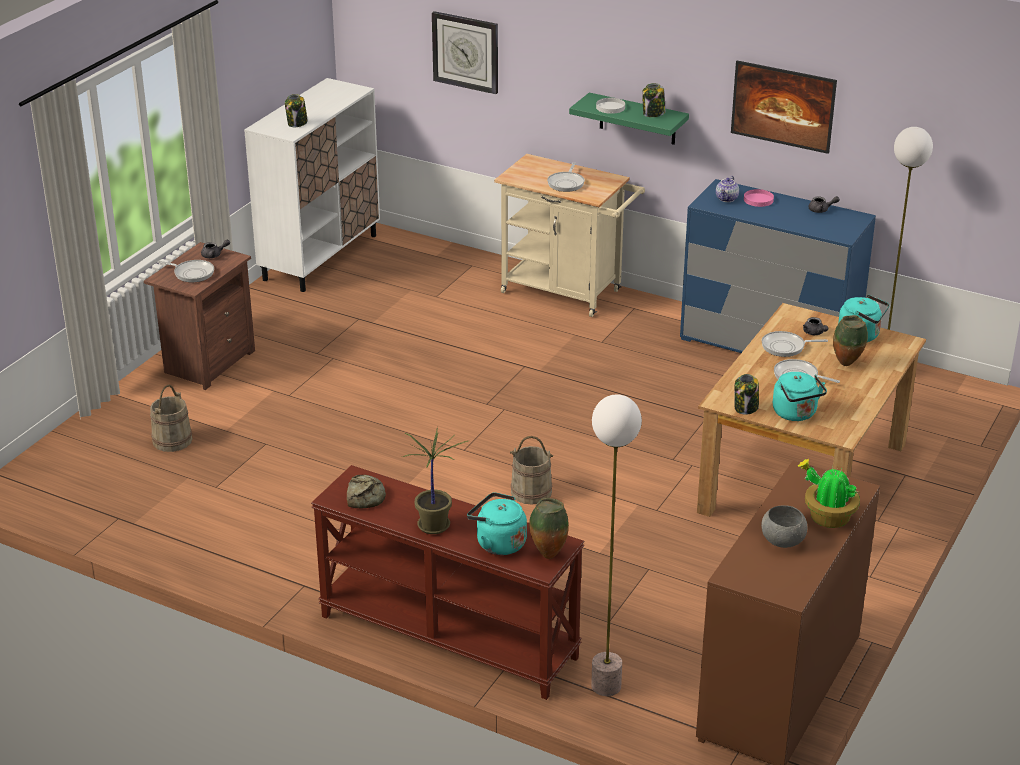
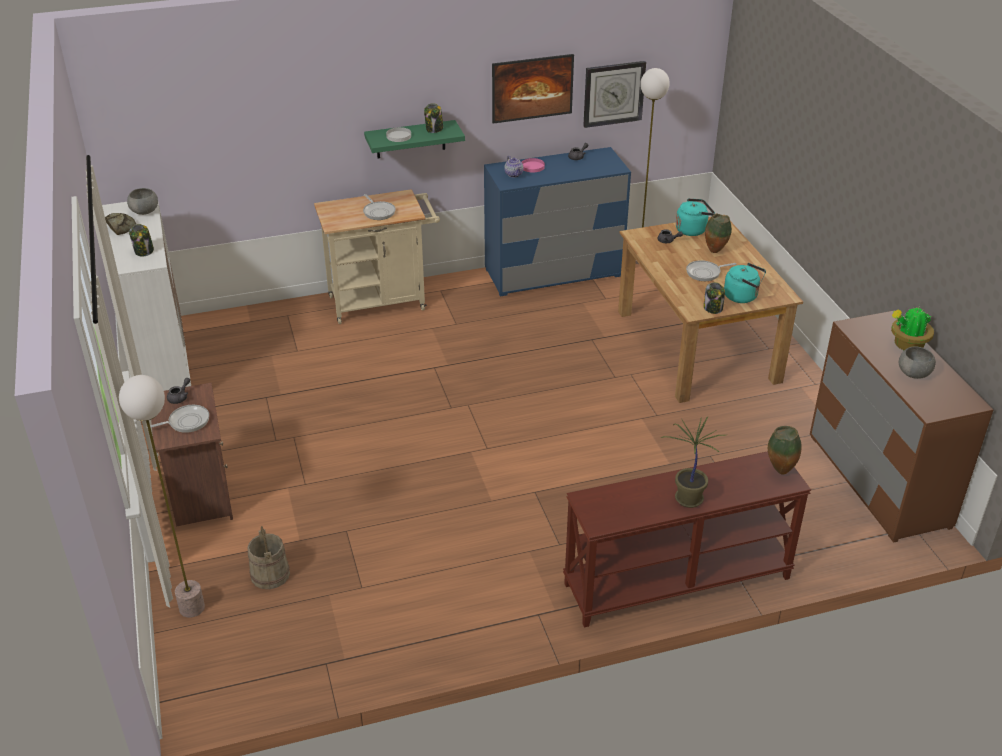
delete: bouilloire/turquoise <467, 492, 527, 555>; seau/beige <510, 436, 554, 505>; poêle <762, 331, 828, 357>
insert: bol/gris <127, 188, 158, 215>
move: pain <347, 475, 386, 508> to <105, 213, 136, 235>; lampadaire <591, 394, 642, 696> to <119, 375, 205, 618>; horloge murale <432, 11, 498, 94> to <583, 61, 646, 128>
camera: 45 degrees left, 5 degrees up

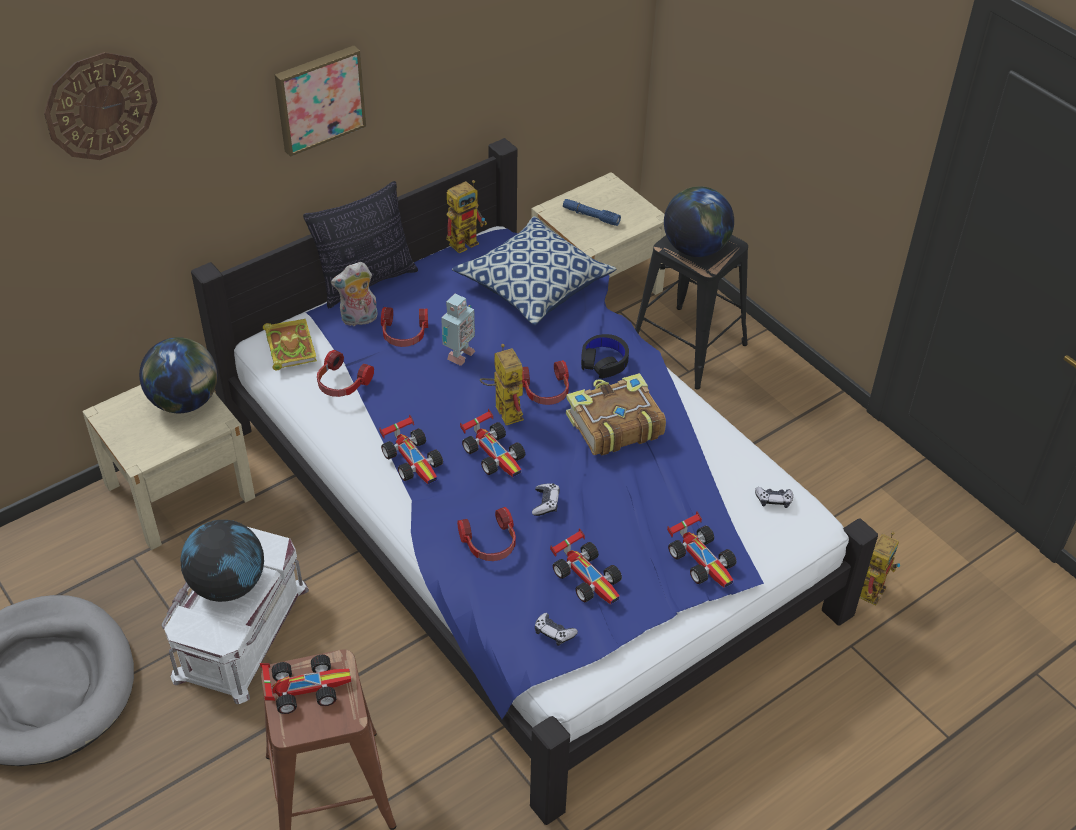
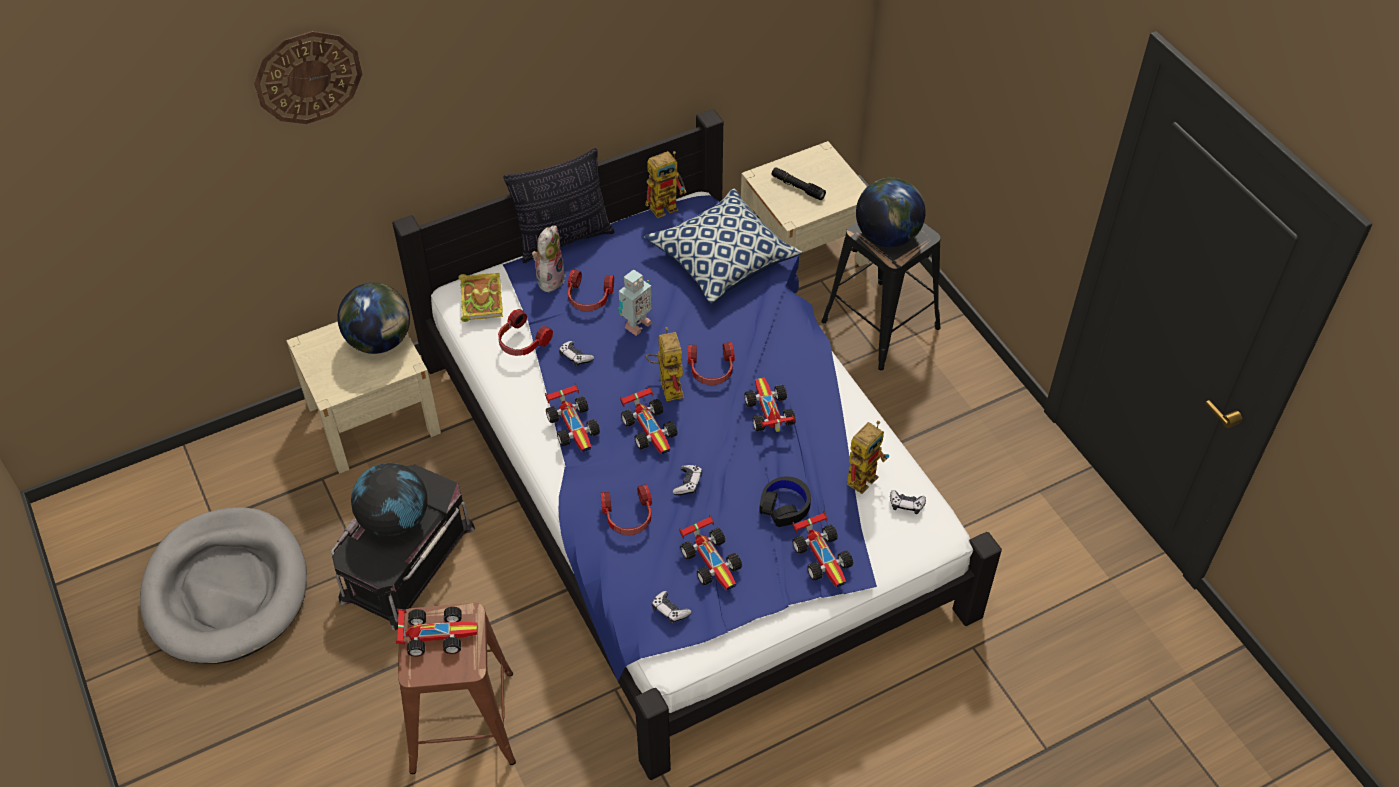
delete: tableau <275, 46, 366, 157>
insert: manette <559, 341, 594, 367>
move: casque audio/noir <581, 334, 629, 379> to <759, 477, 811, 527>; robot jouet <860, 531, 900, 605> to <847, 421, 889, 494>
replace: livre <566, 373, 666, 455> to petite voiture <744, 377, 796, 432>
recolor: boîte de rangement/blanc <162, 527, 309, 704> to boîte de rangement/noir <331, 464, 475, 630>; lampe de poche/bleu <563, 199, 621, 226> to lampe de poche/noir <772, 167, 826, 200>
rotate: peluche <331, 262, 378, 326> = <532, 225, 566, 292> 120 degrees clockwise
camera: 10 degrees right, 5 degrees up

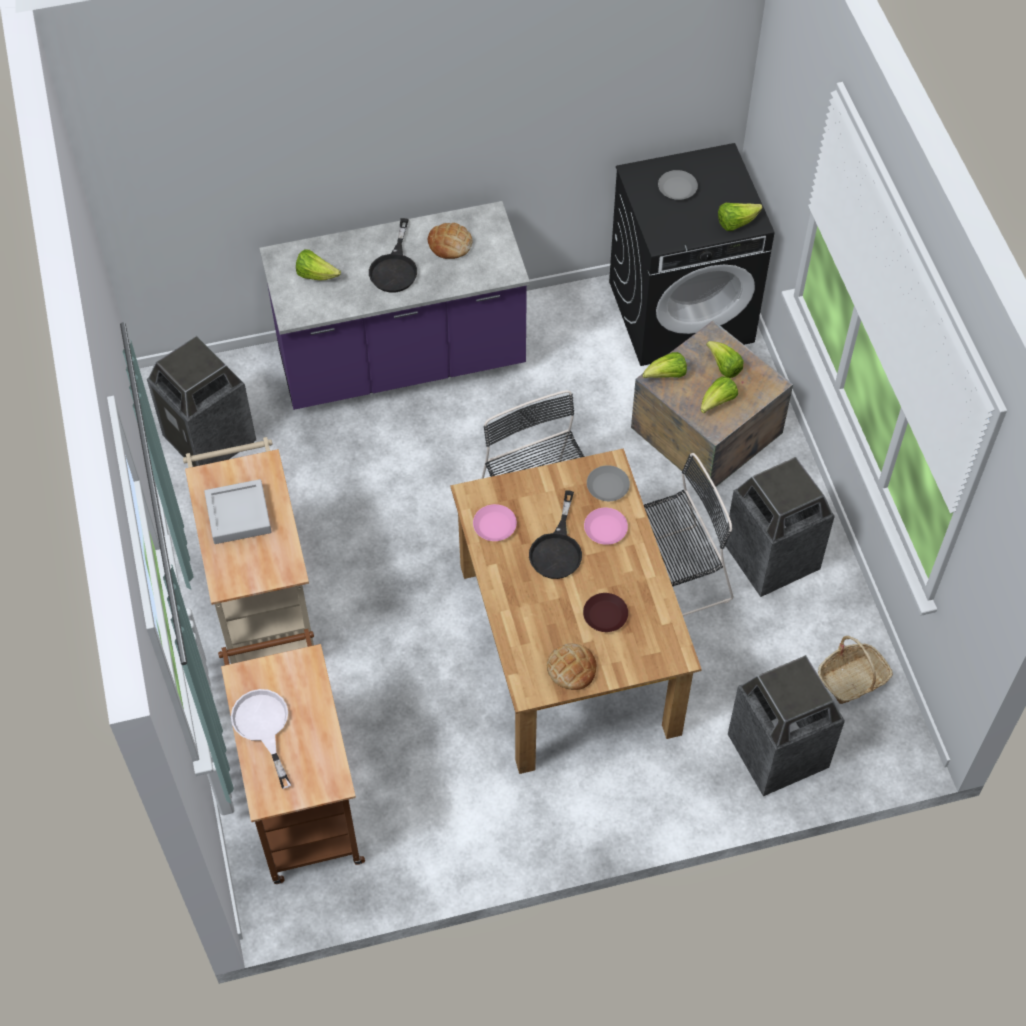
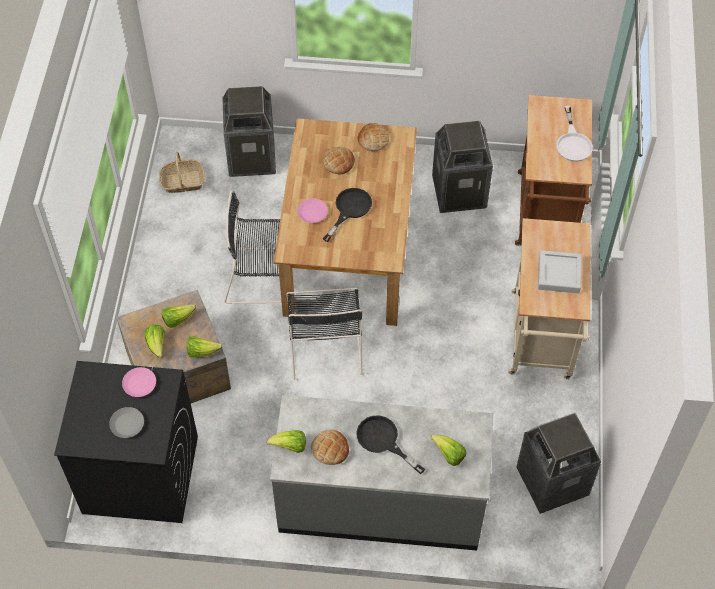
delete: assiette/gris <587, 465, 630, 501>
move: assiette/rose <473, 504, 517, 541> to <122, 367, 156, 397>; laitue <718, 203, 762, 231> to <266, 430, 306, 453>; poubelle <725, 457, 835, 597> to <432, 121, 493, 213>
replace: assiette/marron <583, 593, 628, 632> to pain <323, 147, 355, 174>
recolor: comptoir de cuisine/violet <259, 201, 530, 410> to comptoir de cuisine/gris <270, 395, 493, 551>
rotate: poêle/noir <369, 218, 417, 292> = <356, 415, 425, 474> 75 degrees counterclockwise
camera: 160 degrees left, 0 degrees up

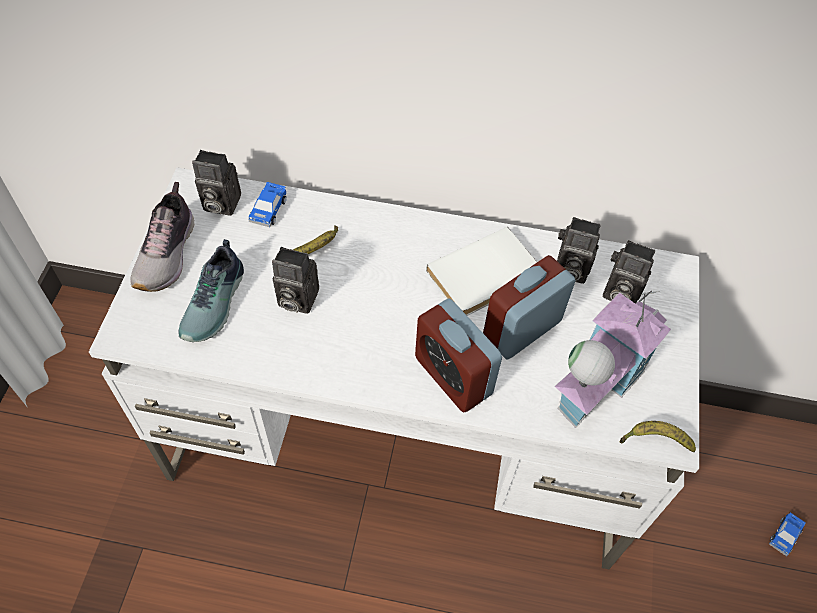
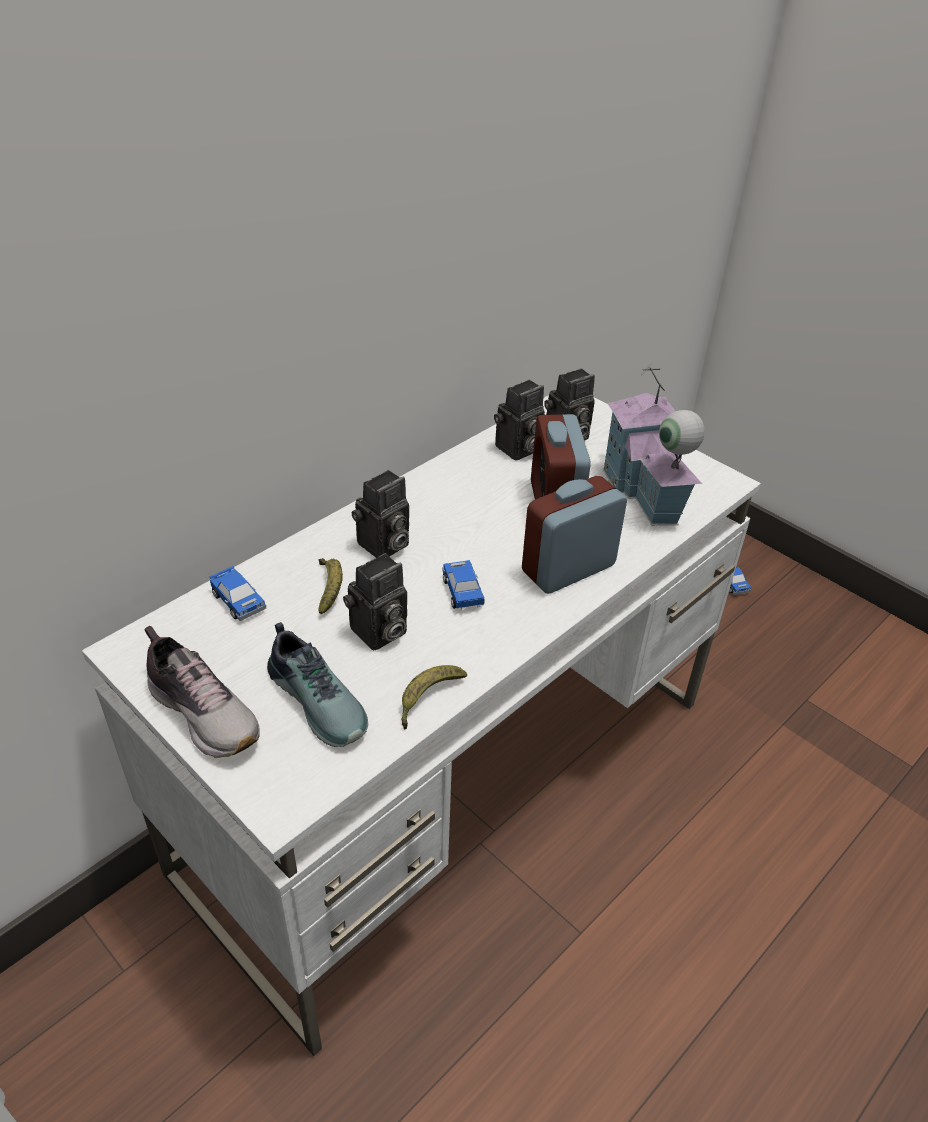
delete: livre/blanc <426, 227, 537, 316>
insert: petite voiture <443, 560, 485, 610>
move: appareil photo <192, 150, 241, 216> to <351, 470, 409, 558>; banane <620, 421, 696, 452> to <401, 665, 467, 729>
rotate: réveil <415, 298, 502, 412> = <522, 476, 627, 594> 150 degrees clockwise
camera: 55 degrees left, 15 degrees down

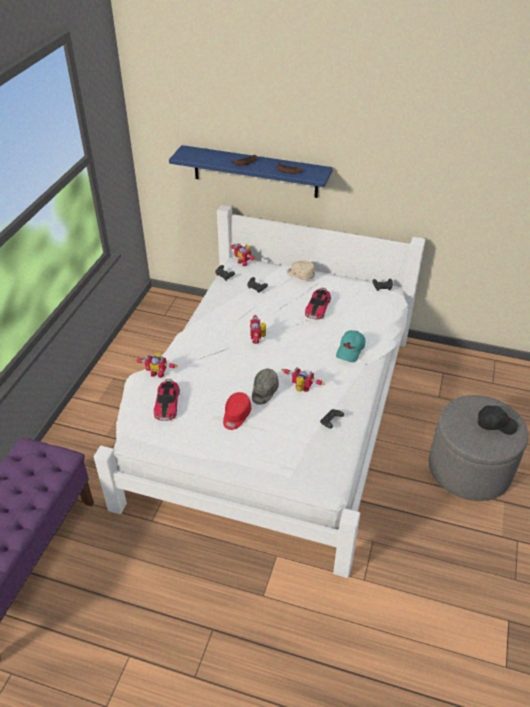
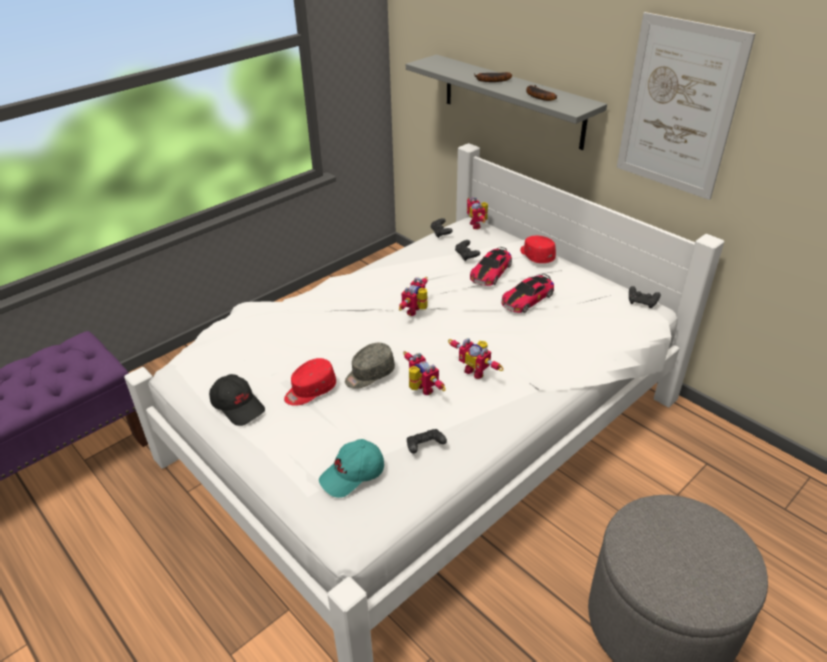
insert: tableau <617, 12, 756, 200>
move: casquette/noir <477, 406, 518, 435> to <209, 374, 265, 426>; casquette/turquoise <336, 330, 365, 362> to <319, 439, 384, 498>; robot jouet <134, 353, 178, 378> to <448, 338, 504, 379>; petite voiture <154, 379, 180, 421> to <470, 247, 512, 286>
recolor: étagère/bleu <169, 145, 333, 198> to étagère/gris <406, 54, 607, 150>; casquette/beige <287, 260, 315, 280> to casquette/rouge <520, 236, 556, 263>
camera: 30 degrees right, 5 degrees down

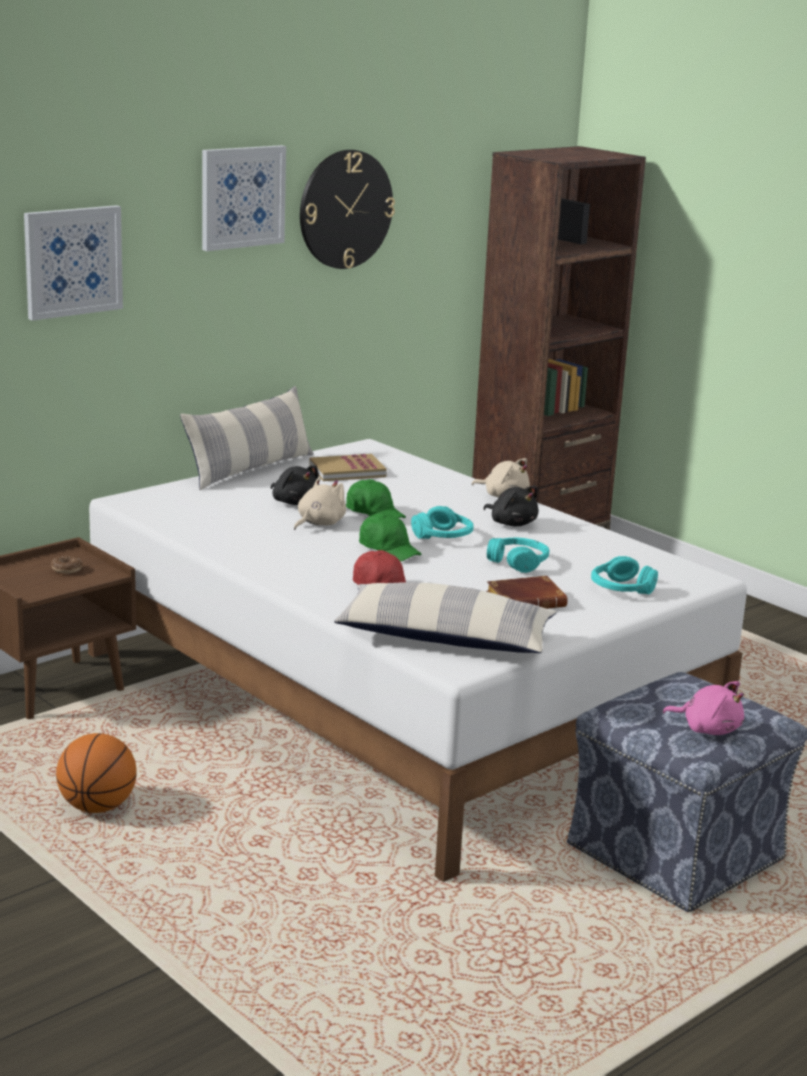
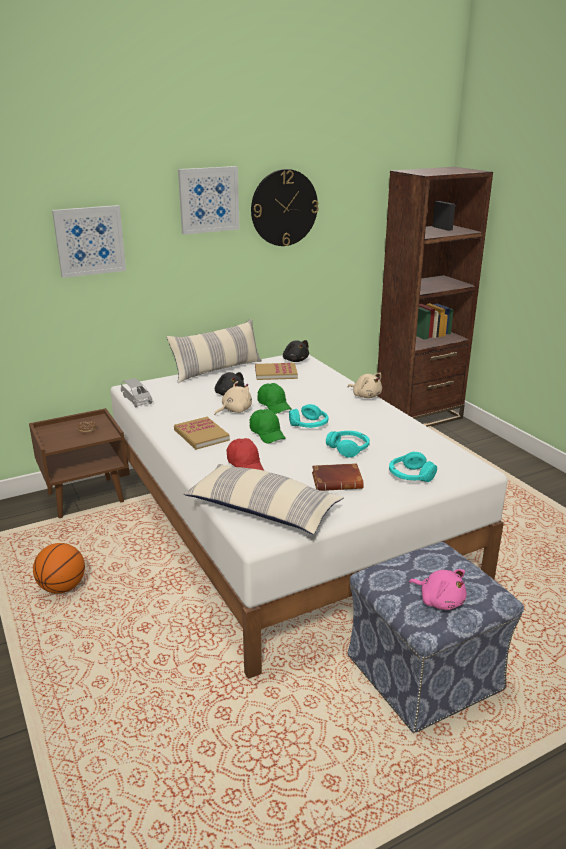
insert: petite voiture/gris <121, 378, 153, 407>; livre <174, 417, 230, 450>
move: peluche/noir <483, 486, 539, 526> to <283, 340, 309, 362>
camera: 15 degrees right, 5 degrees up

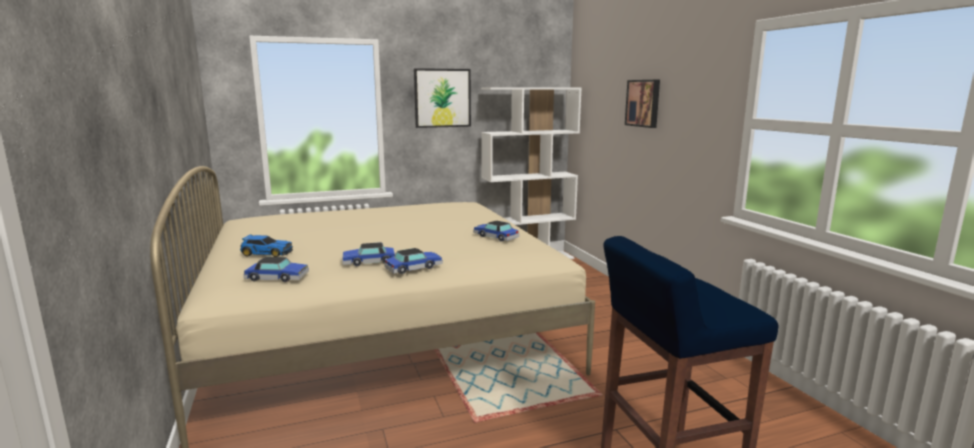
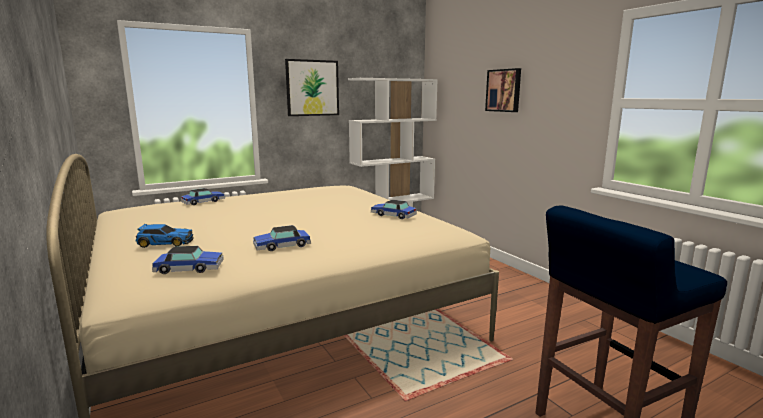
move: petite voiture <384, 248, 443, 274> to <181, 188, 225, 205>
camera: 10 degrees left, 0 degrees up

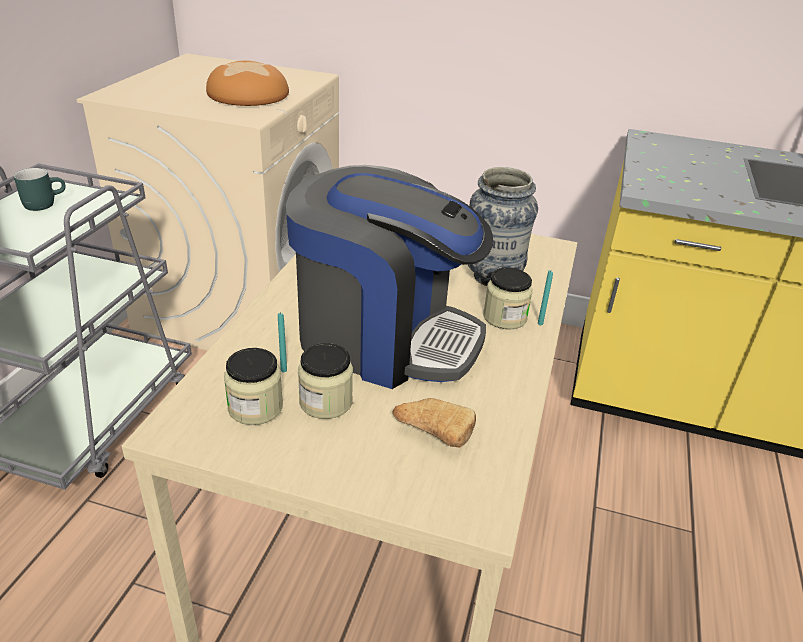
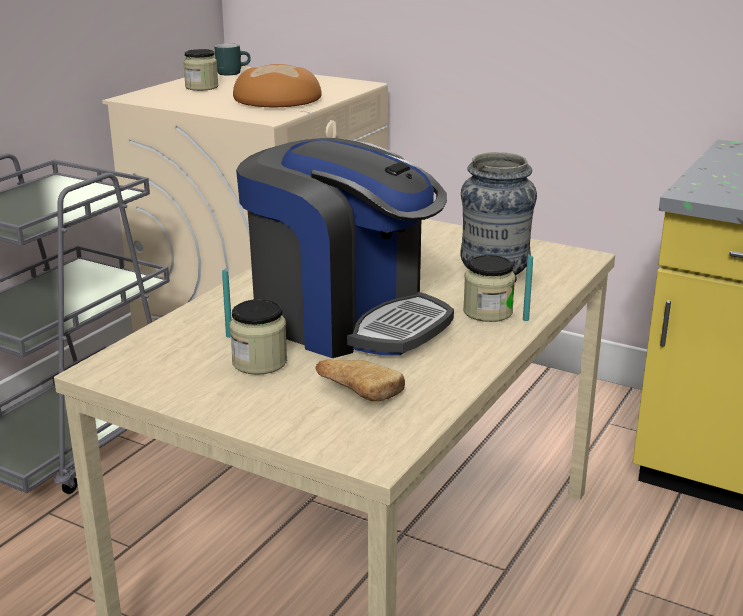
move: bocal <224, 348, 283, 425> to <183, 49, 219, 91>; mug/turquoise <14, 168, 66, 211> to <214, 43, 251, 75>
camera: 15 degrees right, 10 degrees down

